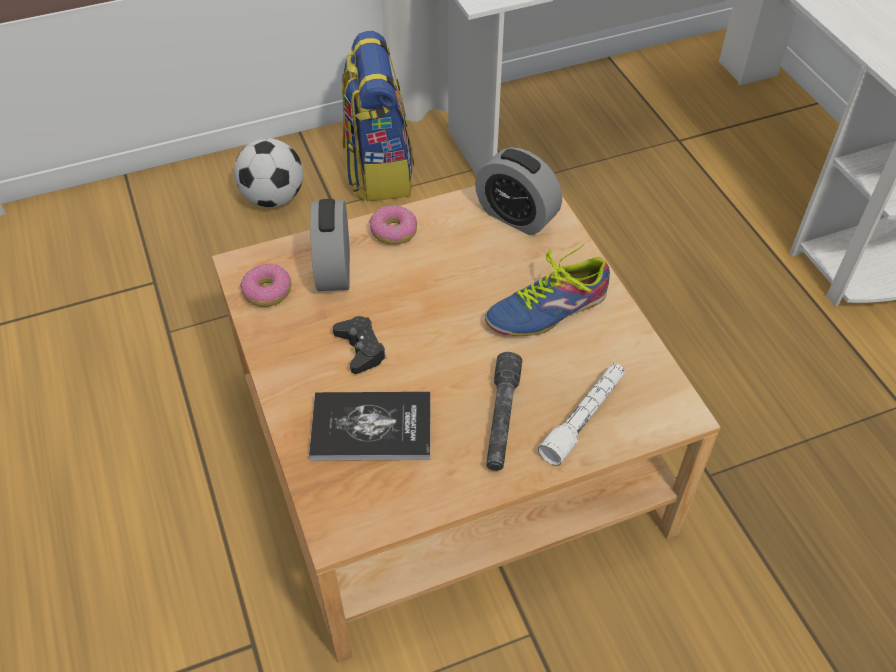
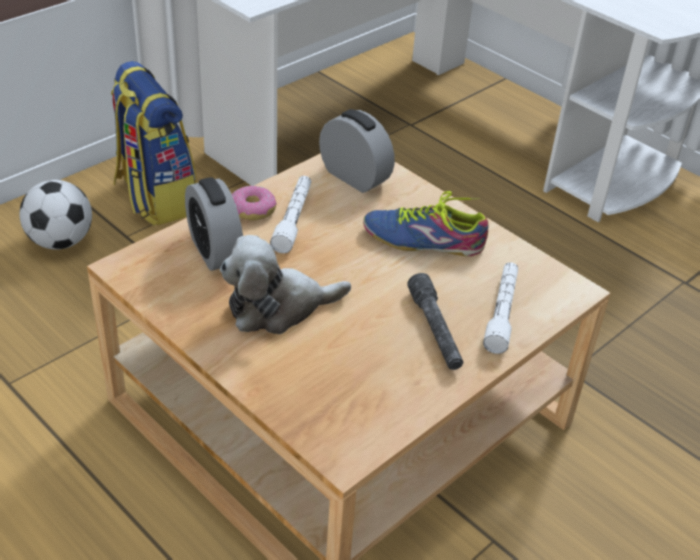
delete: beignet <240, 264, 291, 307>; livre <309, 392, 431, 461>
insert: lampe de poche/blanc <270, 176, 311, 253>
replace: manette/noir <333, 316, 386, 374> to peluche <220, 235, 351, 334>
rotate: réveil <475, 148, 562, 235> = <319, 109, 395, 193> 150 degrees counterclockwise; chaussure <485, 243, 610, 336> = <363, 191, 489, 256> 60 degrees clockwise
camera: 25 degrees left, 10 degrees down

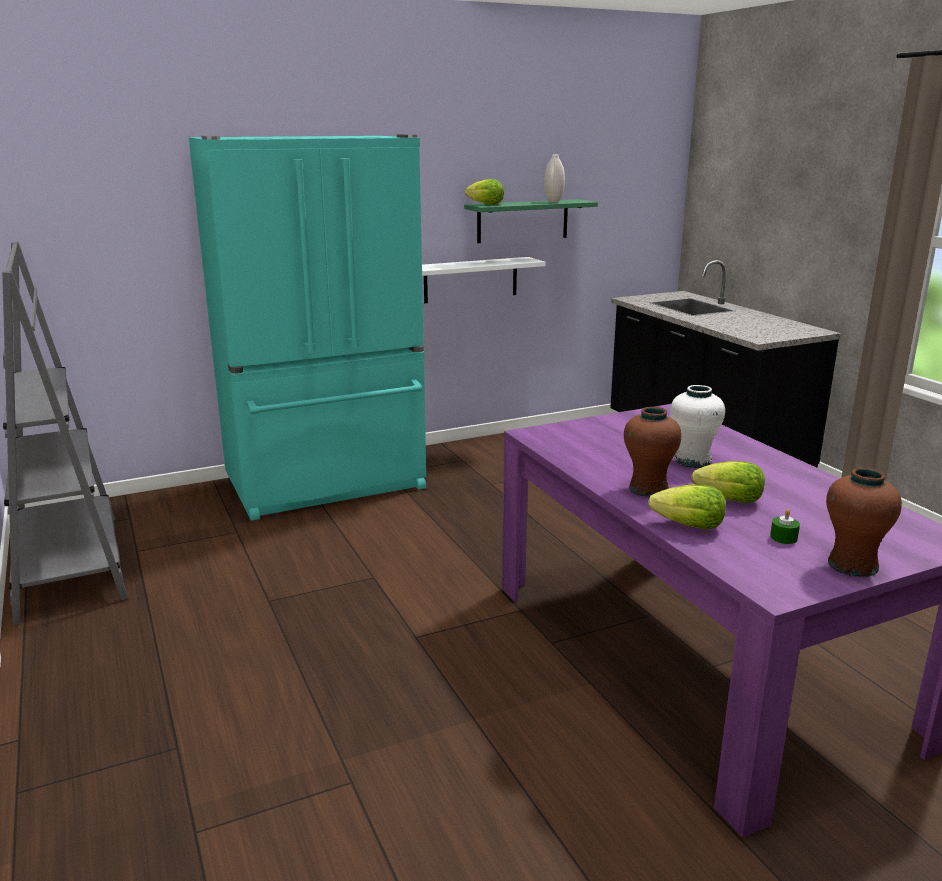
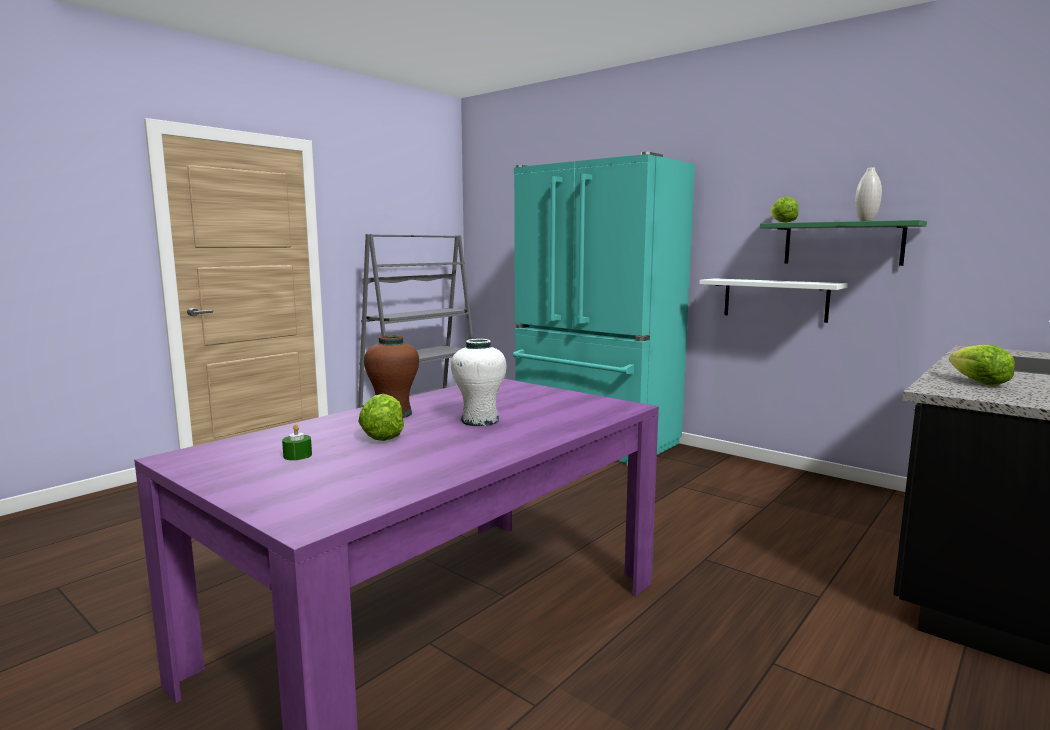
delete: vase/marron <826, 467, 902, 577>
move: laitue <648, 484, 726, 530> to <949, 344, 1015, 386>
camera: 65 degrees right, 10 degrees down

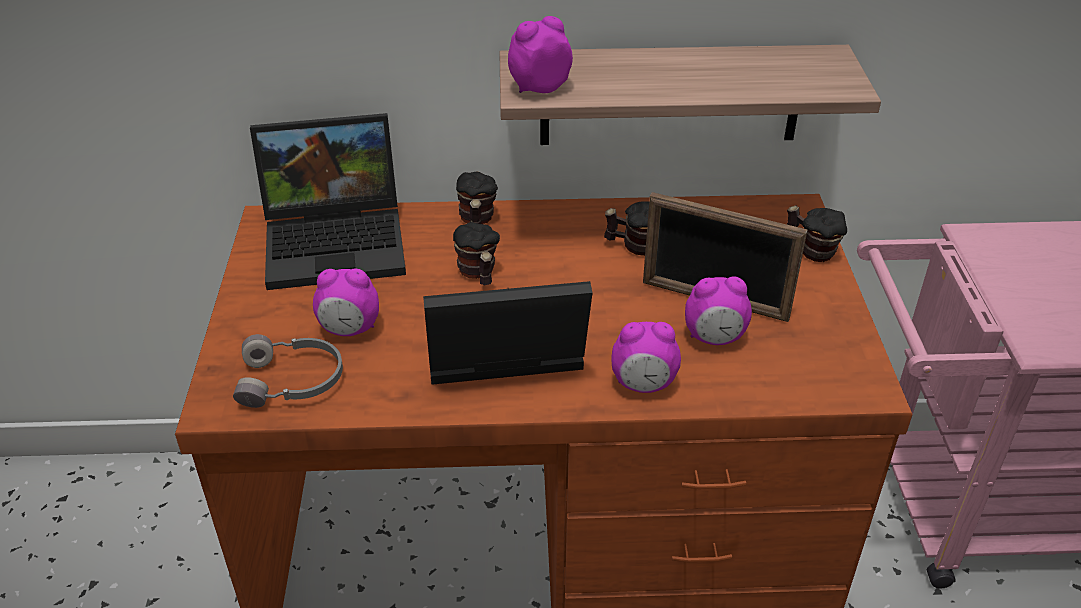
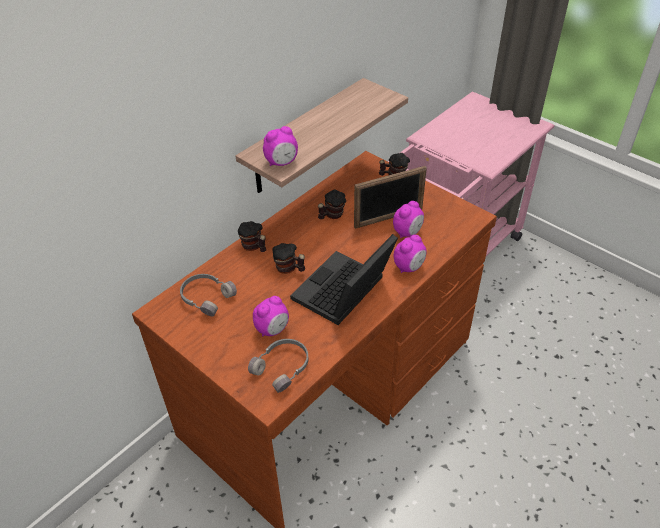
replace: ordinateur portable <250, 113, 406, 290> to casque audio/gris <180, 274, 237, 317>
rotate: réveil <508, 16, 573, 93> = <263, 126, 298, 166> 135 degrees counterclockwise
camera: 45 degrees left, 5 degrees up

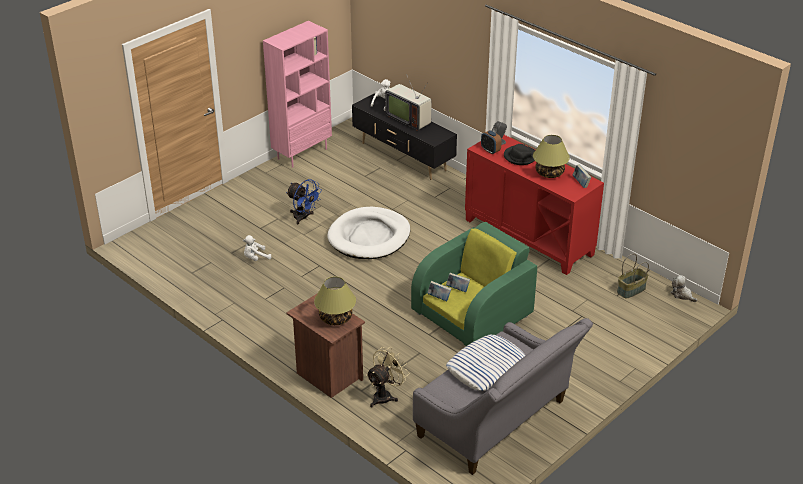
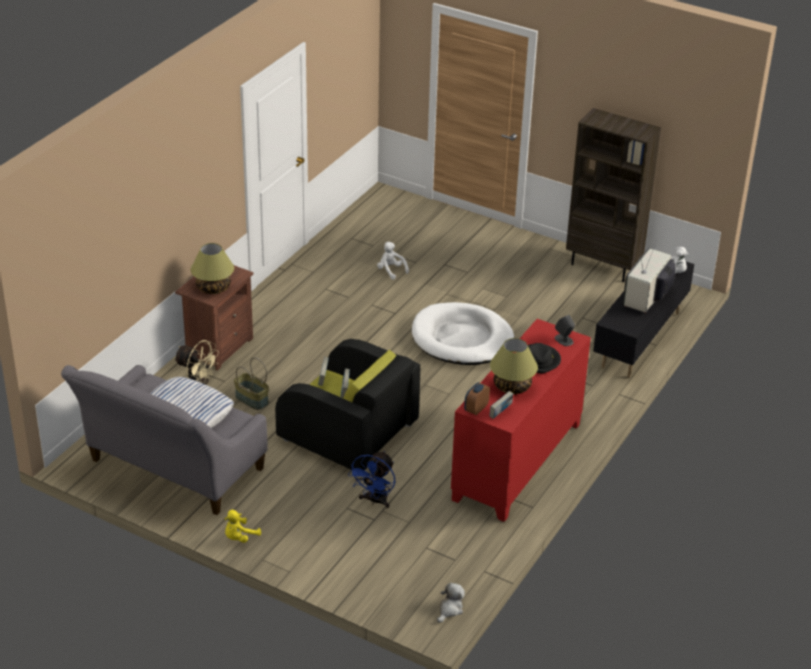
insert: peluche/jaune <225, 510, 261, 543>
move: panier <617, 254, 649, 299> to <234, 357, 269, 410>; ventilateur/bleu <286, 179, 322, 224> to <348, 451, 395, 508>; réveil <481, 130, 502, 154> to <464, 382, 490, 415>
recolor: fauteuil/vert <411, 222, 537, 346> to fauteuil/noir <275, 339, 420, 471>; bibliothèque/rose <263, 21, 332, 168> to bibliothèque/marron <566, 108, 661, 282>
camera: 75 degrees right, 0 degrees up

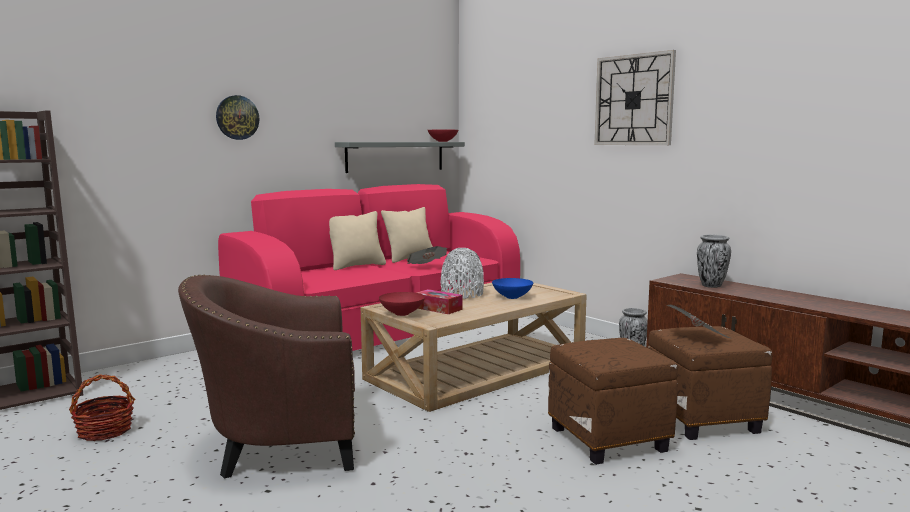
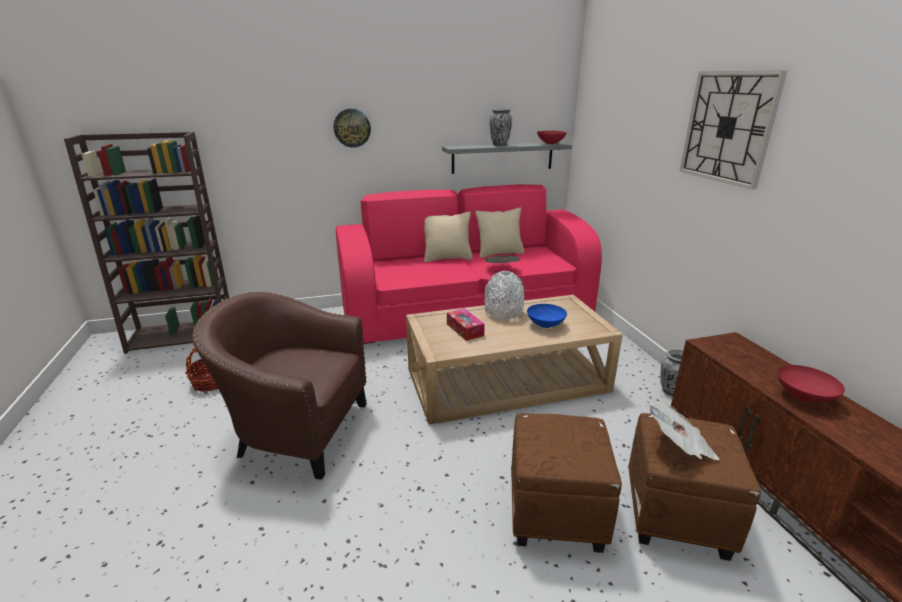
move: vase <697, 235, 731, 288> to <490, 108, 512, 146>; bol/rouge <379, 292, 425, 316> to <777, 365, 845, 403>
camera: 25 degrees right, 15 degrees up

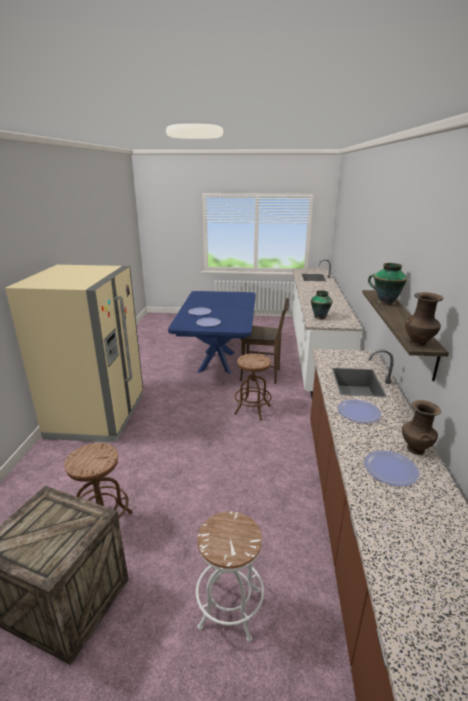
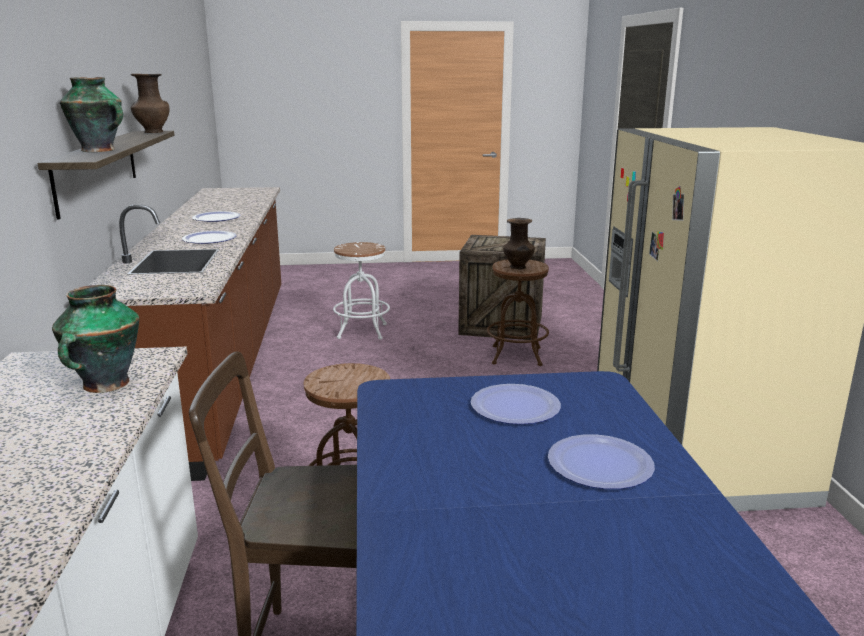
move: vase/marron <402, 400, 441, 455> to <503, 218, 535, 270>
camera: 170 degrees right, 5 degrees down

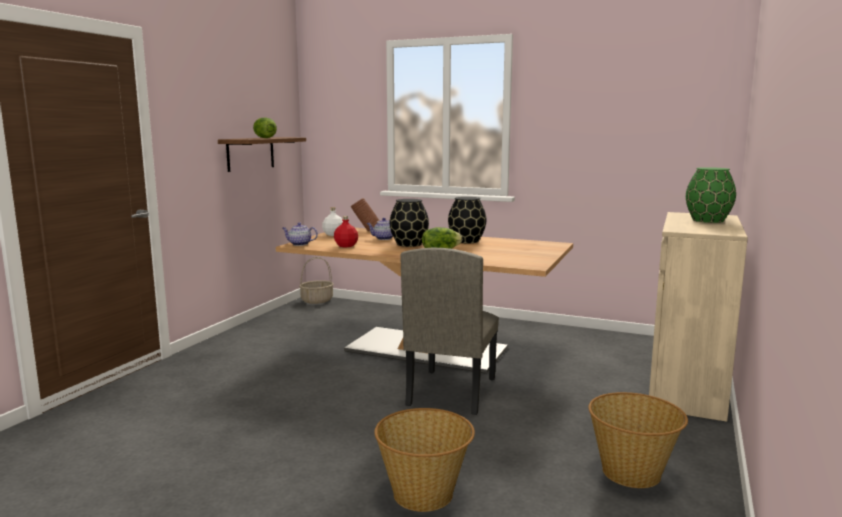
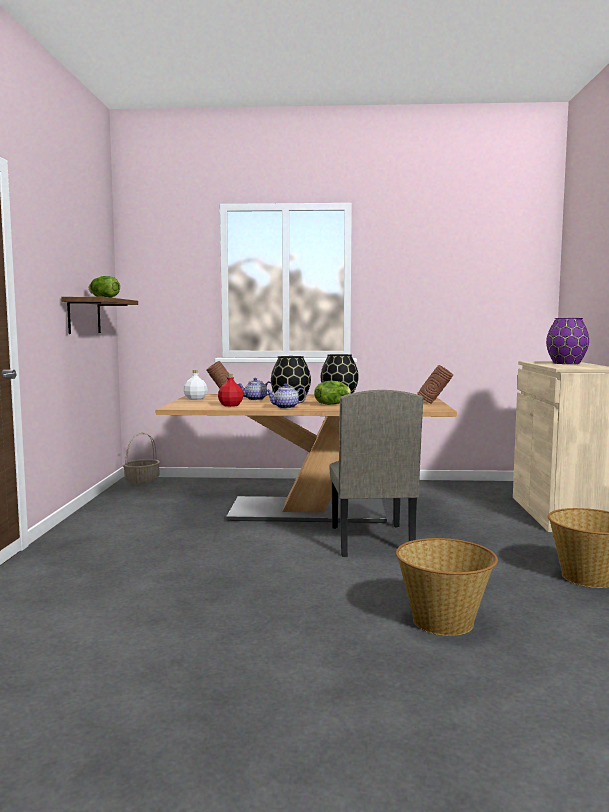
insert: vase/marron <417, 365, 453, 404>
move: théière <282, 222, 318, 246> to <266, 383, 306, 409>
recolor: vase/vert <686, 167, 736, 223> to vase/violet <546, 318, 589, 364>
camera: 20 degrees left, 5 degrees down

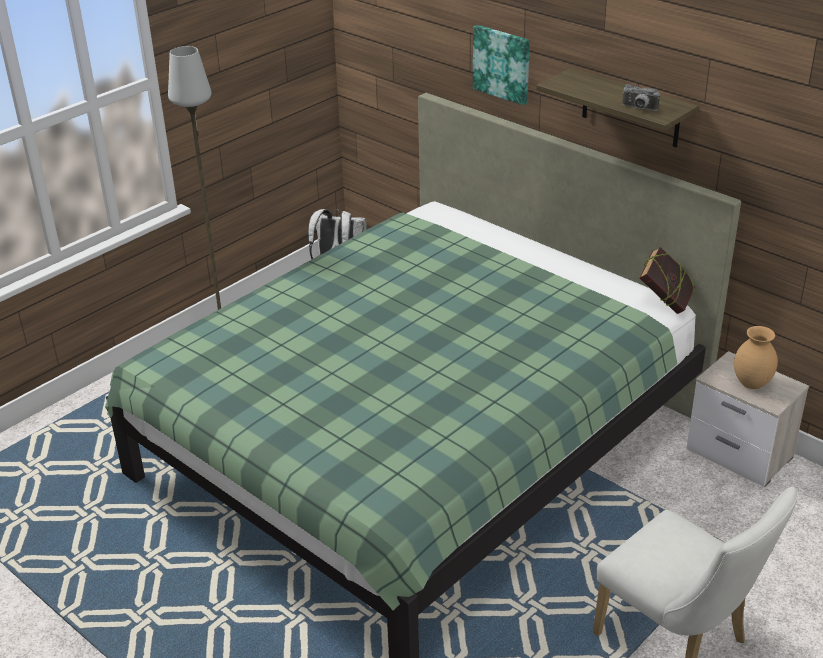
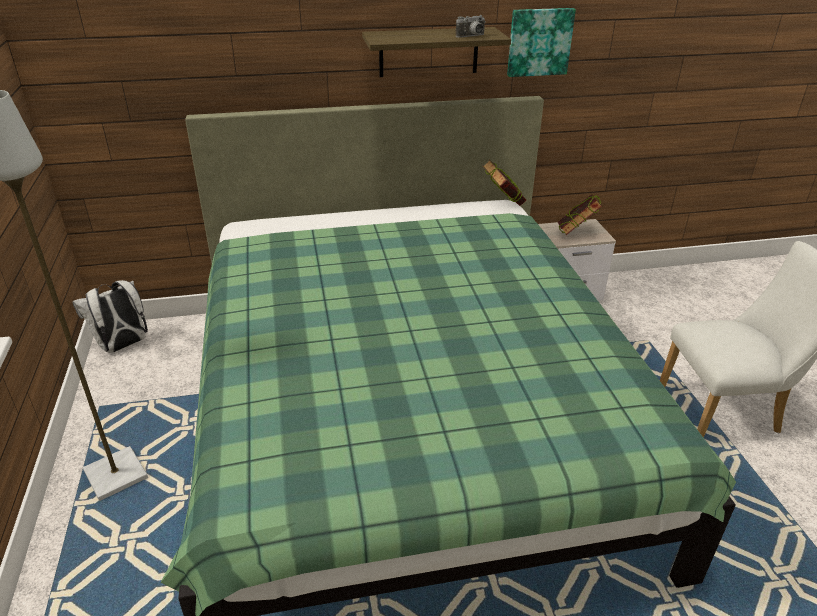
move: tableau <473, 25, 530, 105> to <507, 8, 576, 77>
replace: vase/marron <734, 326, 778, 389> to livre <558, 194, 602, 235>
camera: 55 degrees left, 0 degrees up

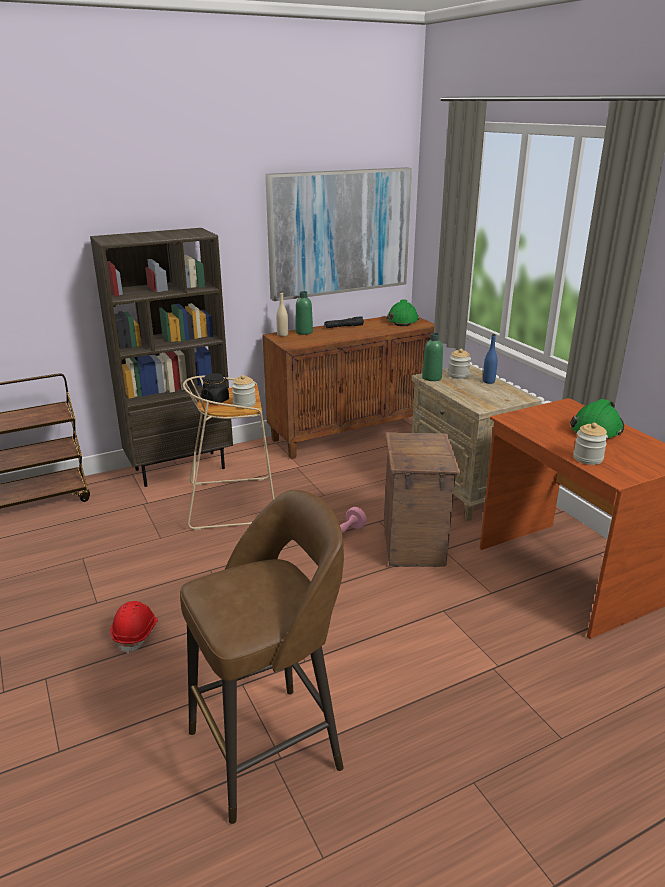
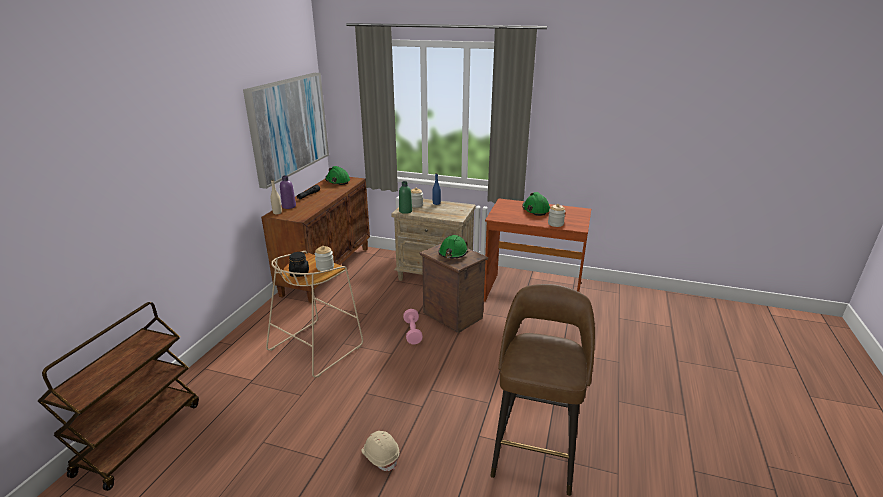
delete: bibliothèque/marron <90, 228, 233, 487>
insert: casque de chantier/vert <438, 235, 468, 258>
recolor: bouteille/vert <295, 291, 313, 335> to bouteille/violet <280, 175, 296, 209>; casque de chantier/rouge <110, 601, 158, 654> to casque de chantier/beige <362, 431, 399, 471>
camera: 45 degrees left, 0 degrees up

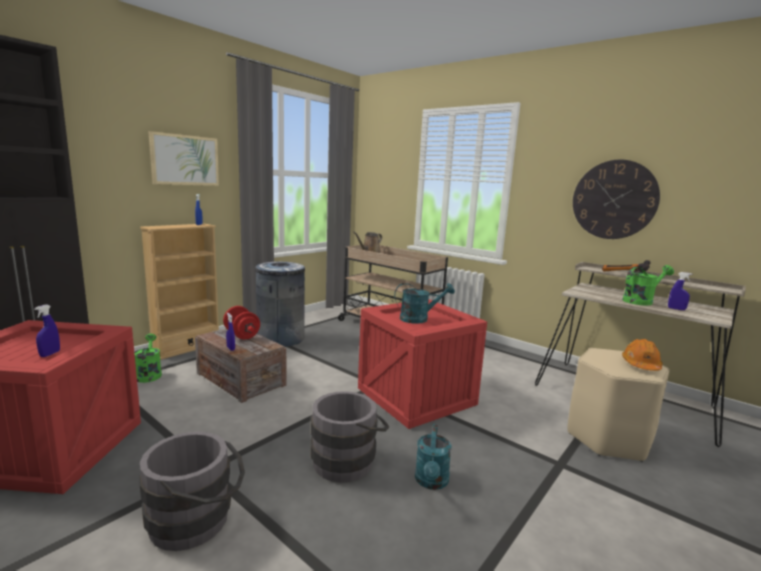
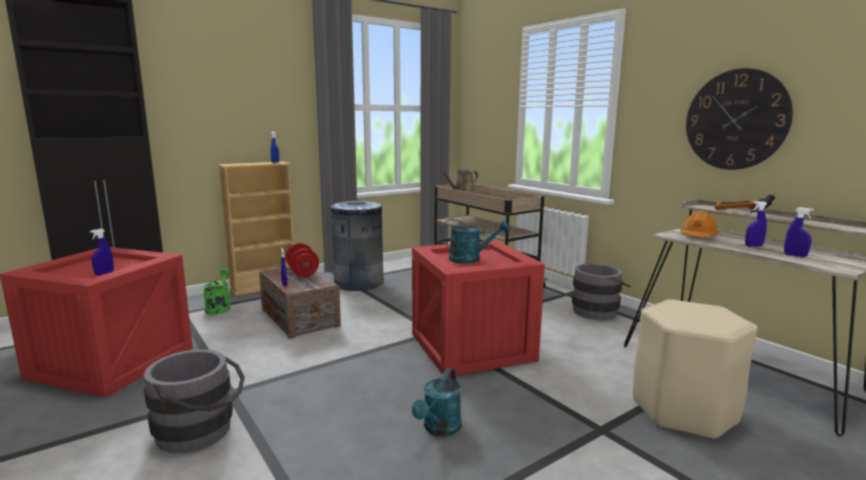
delete: tableau <148, 131, 219, 186>
move: seau/gris <310, 391, 389, 483> to <572, 264, 631, 320>; casque de chantier/orange <622, 339, 663, 371> to <680, 211, 719, 237>
replace: arrosoir/vert <622, 265, 674, 306> to vaporisateur/bleu <745, 201, 767, 247>
camera: 15 degrees right, 0 degrees up

